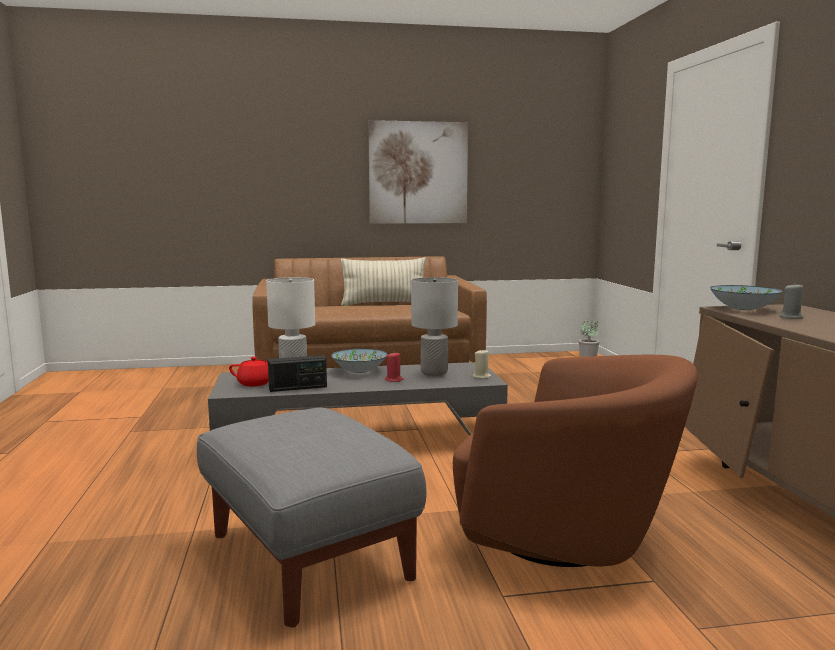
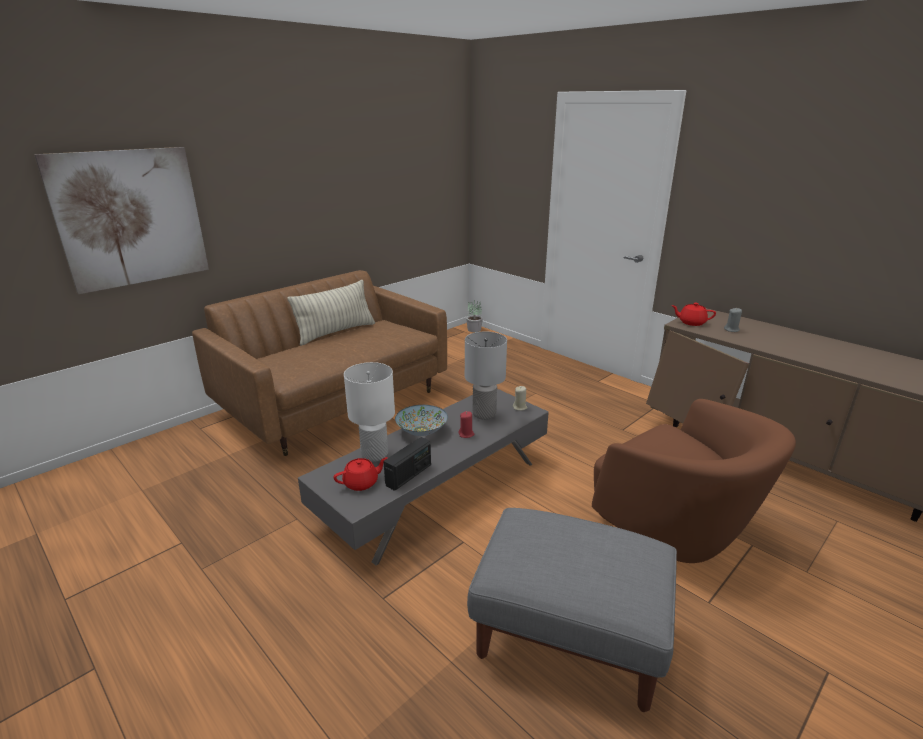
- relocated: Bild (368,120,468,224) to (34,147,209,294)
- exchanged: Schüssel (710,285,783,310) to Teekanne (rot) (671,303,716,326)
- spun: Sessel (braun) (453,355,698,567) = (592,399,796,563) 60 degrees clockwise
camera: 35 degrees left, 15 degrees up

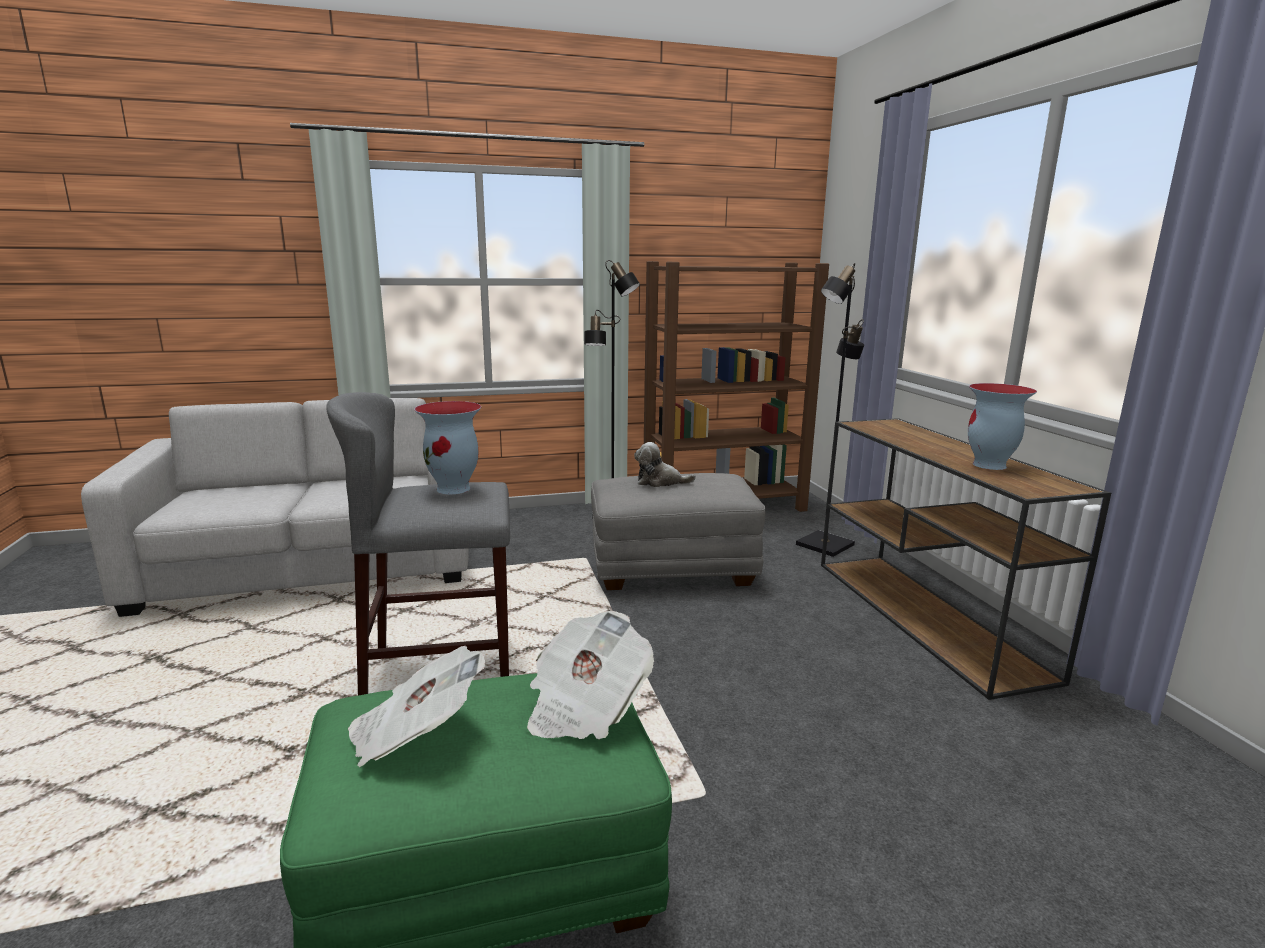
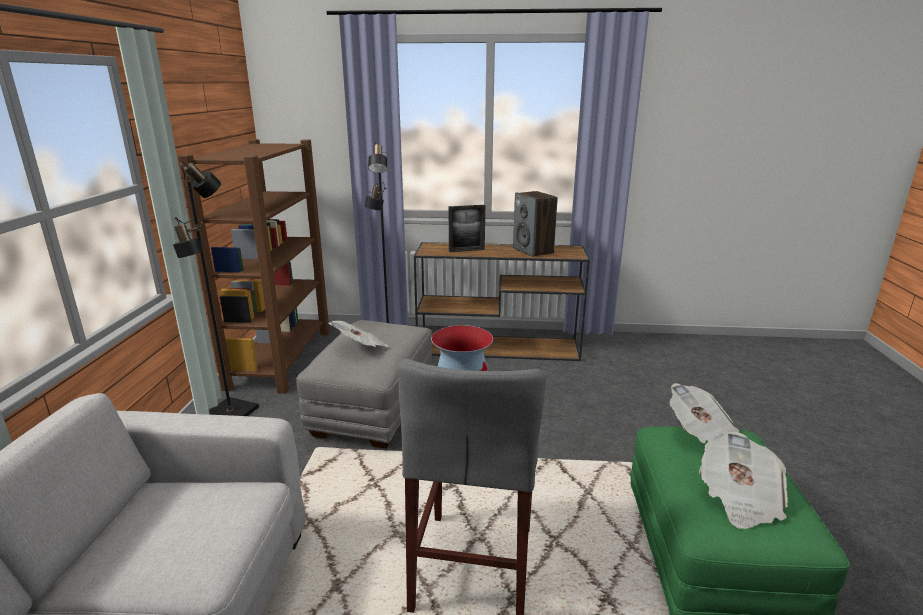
- exchanged: Vase (968,383,1037,470) to Lautsprecher (513,191,558,257)
- exchanged: Plüschtier (634,442,696,487) to Zeitung (329,321,389,347)
- appeared: Bilderrahmen (448,205,485,252)
camera: 70 degrees left, 5 degrees up

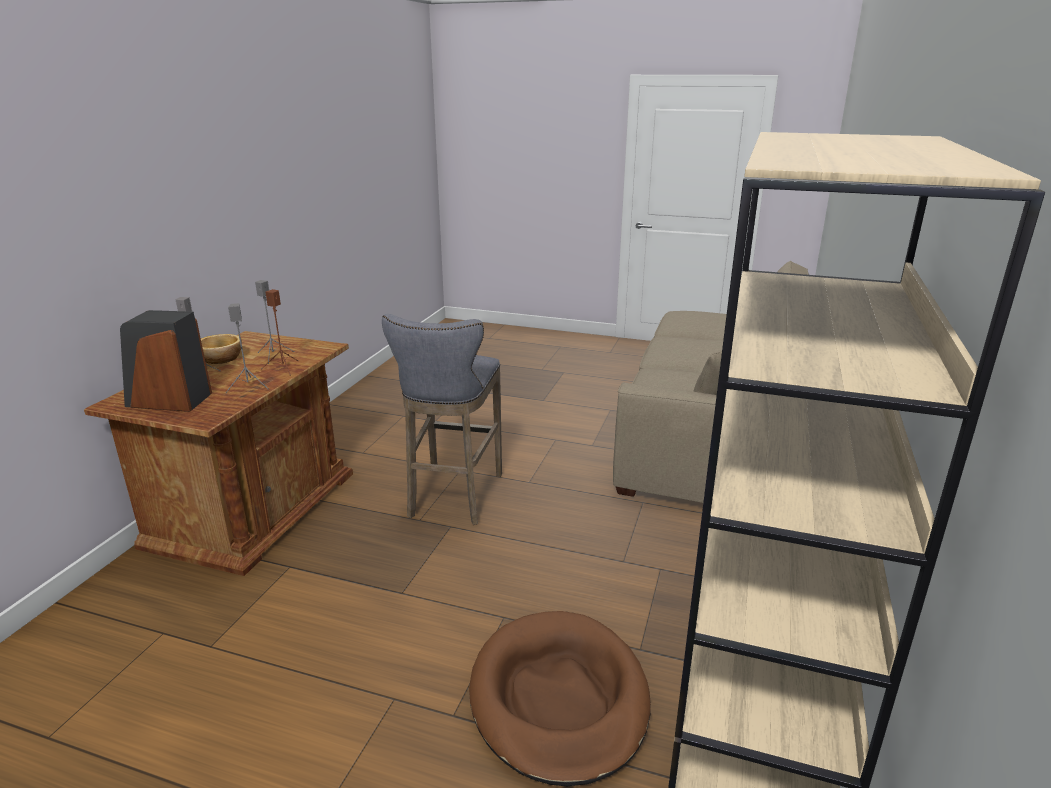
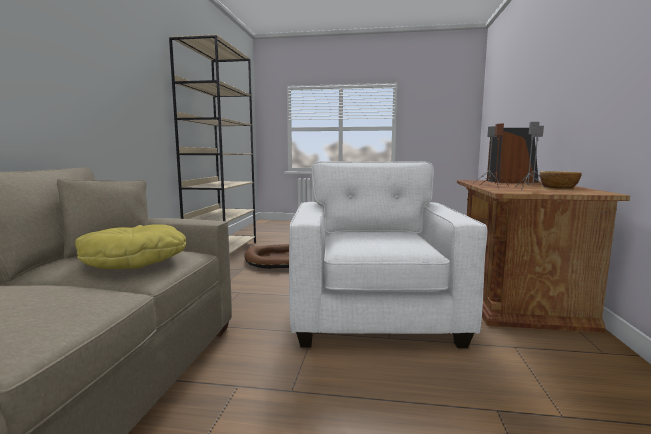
- exchanged: Hocker (grau) (382,314,502,525) to Sessel (weiß) (289,161,487,348)
- appeared: Kissen (gelb) (75,224,186,269)
camera: 170 degrees right, 15 degrees down

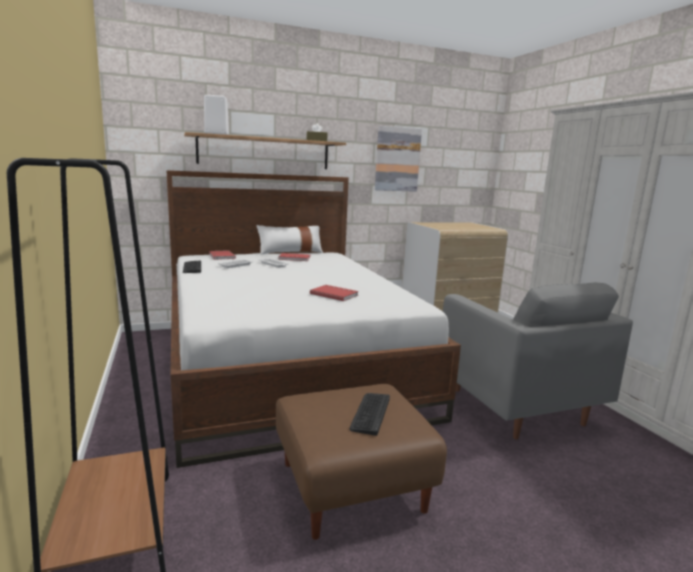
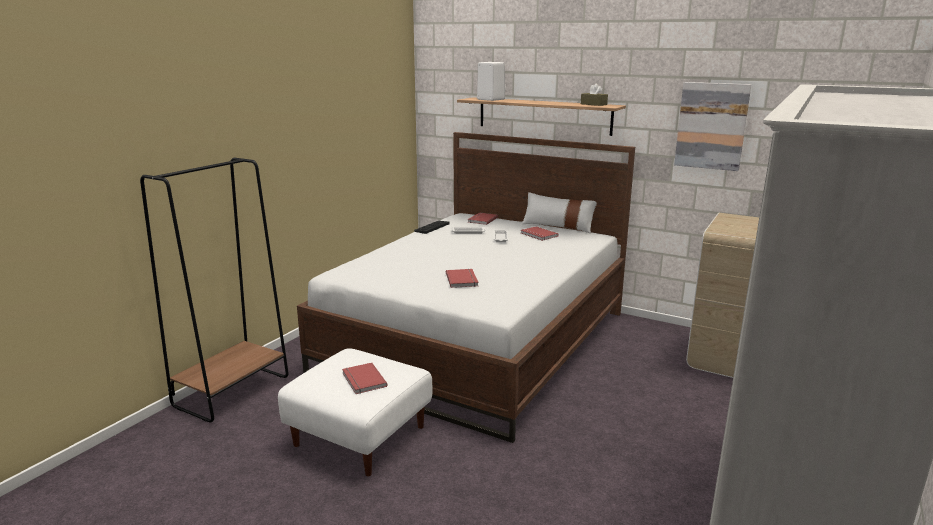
- missing: Sessel (grau) (443,283,633,440)
- colour: Polsterhocker (braun) (276,384,447,540) to Polsterhocker (weiß) (278,348,432,476)
- exchanged: Tastatur (350,393,390,436) to Buch (rot) (342,363,387,394)
camera: 50 degrees right, 5 degrees up

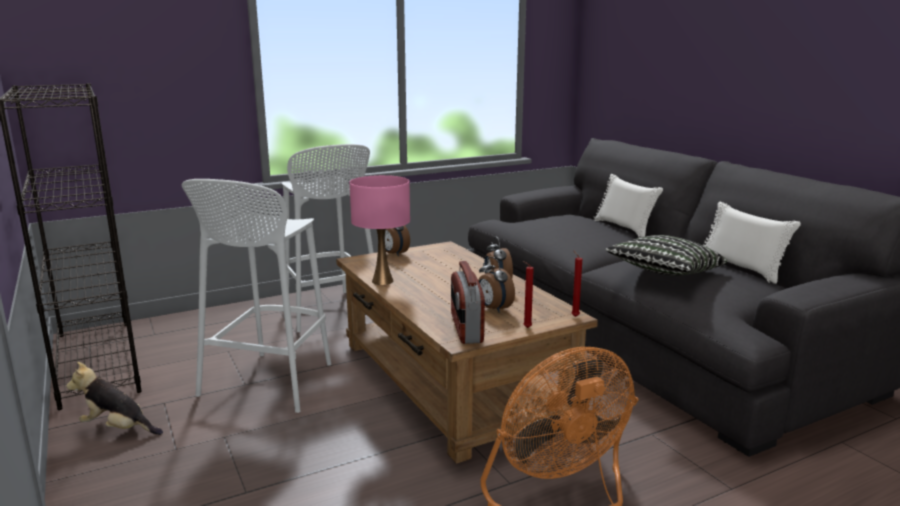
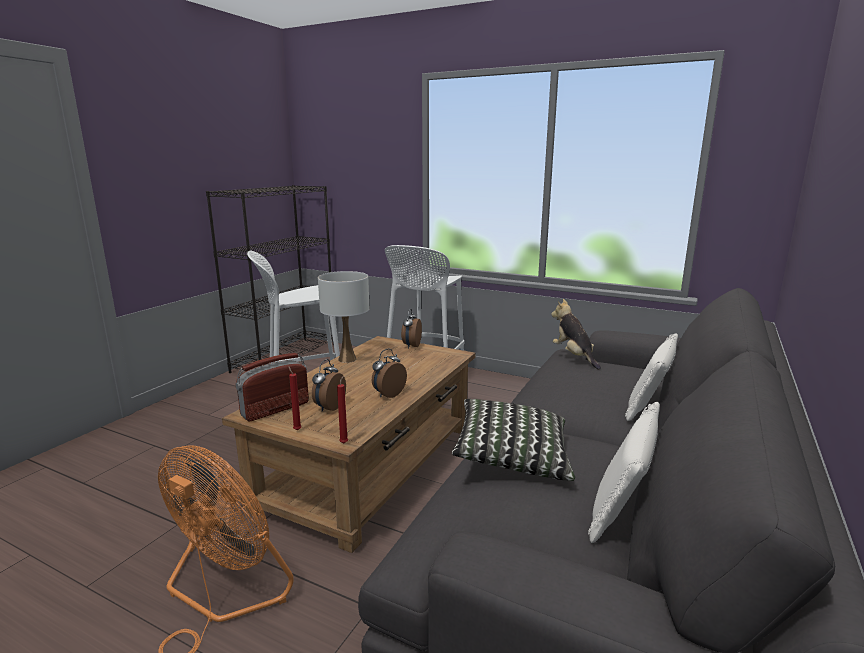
- colour: Tischlampe (rosa) (350,175,410,285) to Tischlampe (weiß) (318,271,369,363)
- relocated: Plüschtier (66,362,163,435) to (551,299,601,370)
camera: 55 degrees right, 0 degrees up

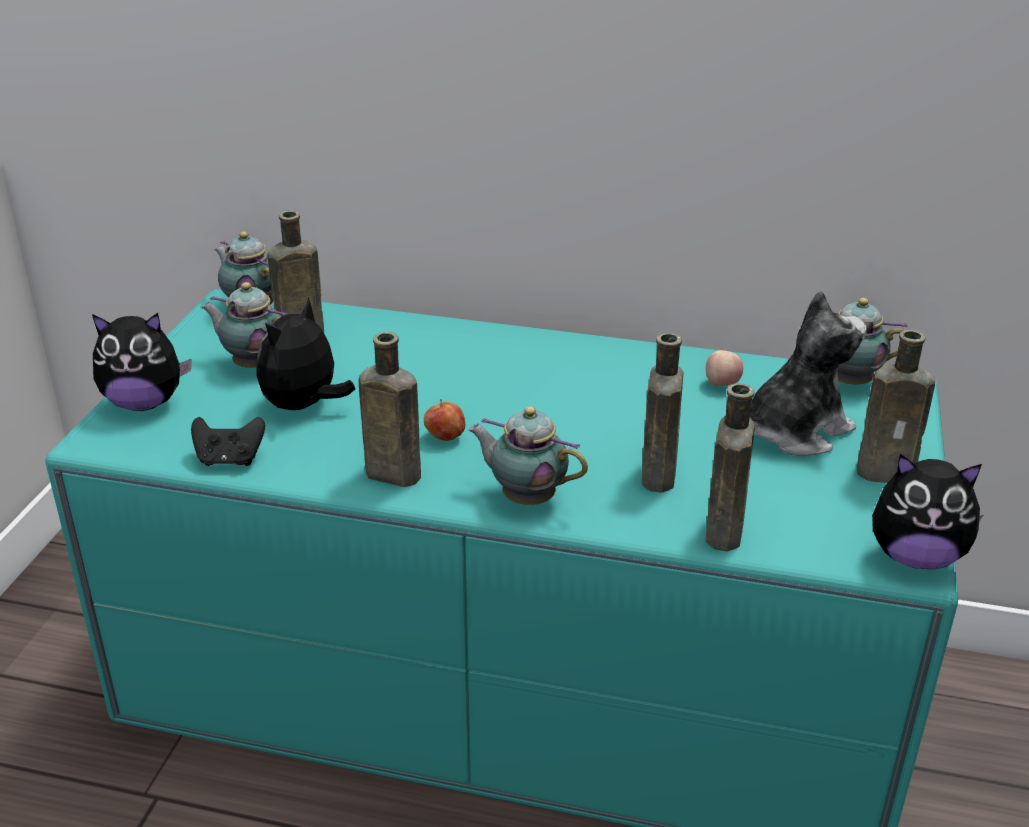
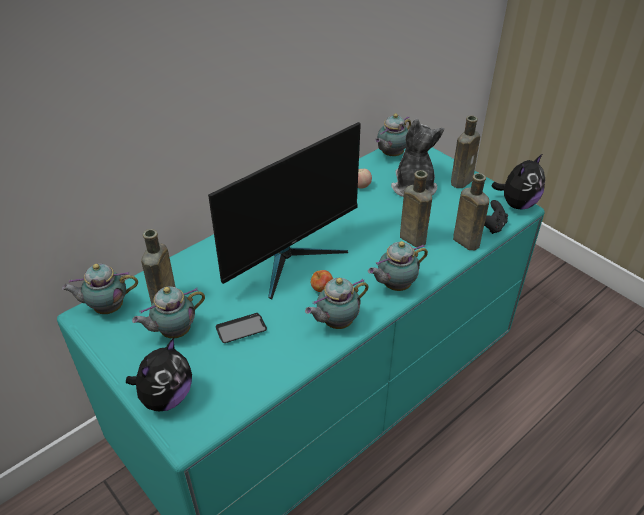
- exchanged: Plüschtier (256,298,355,410) to Handy (216,313,267,343)
- exchanged: Flasche (braun) (359,332,421,487) to Teekanne (305,278,368,329)
- relocated: Gamepad (schwarz) (191,417,265,466) to (484,200,508,234)
- appeared: Monitor (208,122,361,299)
camera: 55 degrees left, 10 degrees up

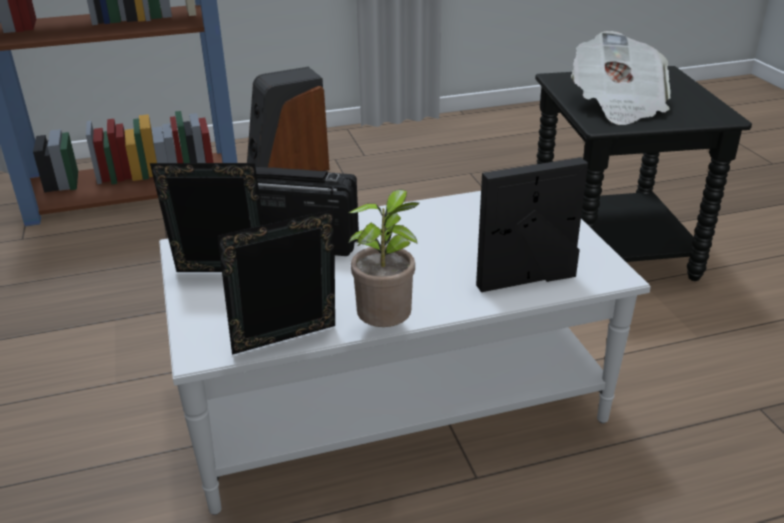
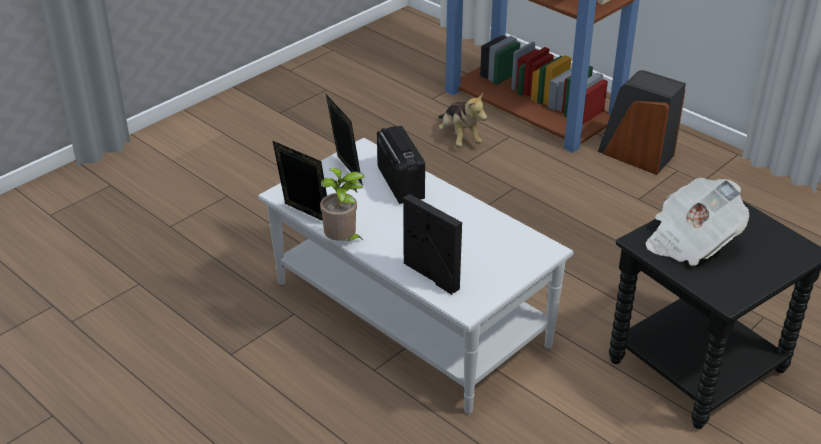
- appeared: Plüschtier (438,92,487,146)
camera: 60 degrees right, 5 degrees up

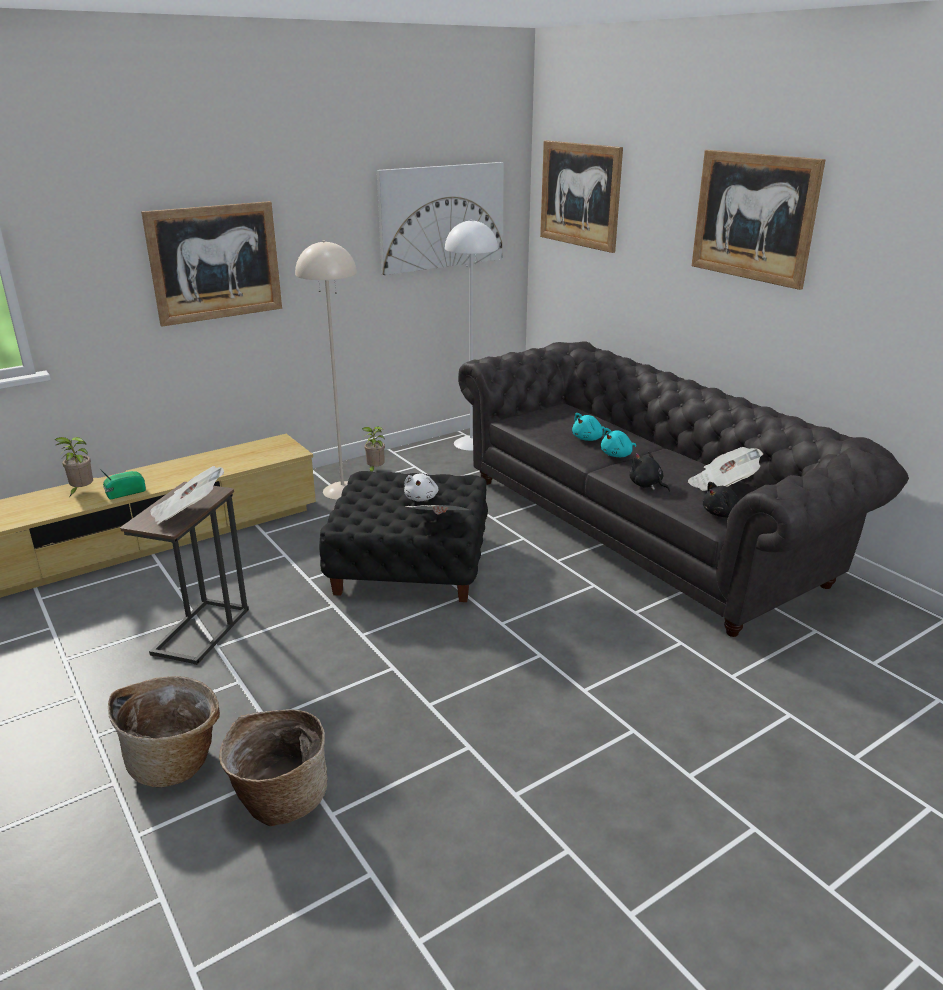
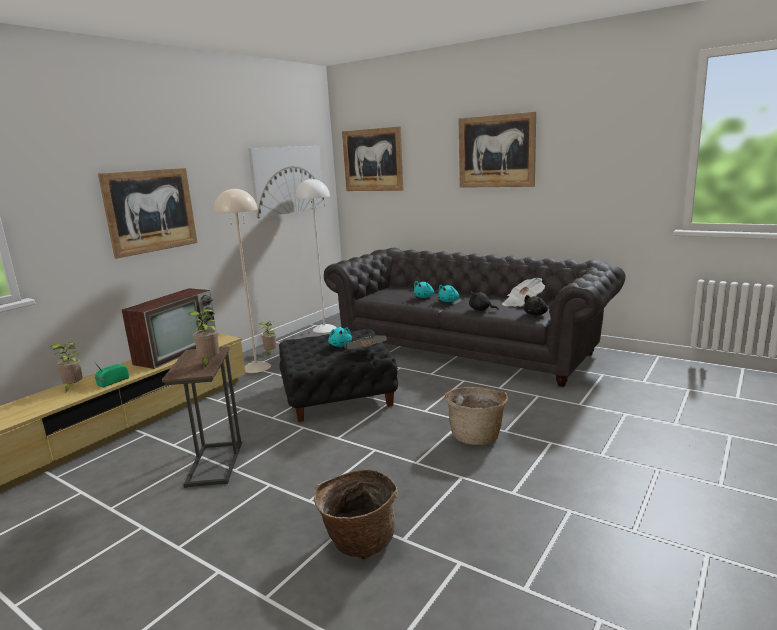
- exchanged: Zeitung (150,466,224,525) to Topfpflanze (188,309,219,367)
- colour: Plüschtier (weiß) (404,473,438,501) to Plüschtier (türkis) (328,327,352,347)
- relocated: Korb (108,676,220,787) to (445,387,508,445)
- appeared: Fernseher (122,288,215,369)
camera: 20 degrees left, 10 degrees down

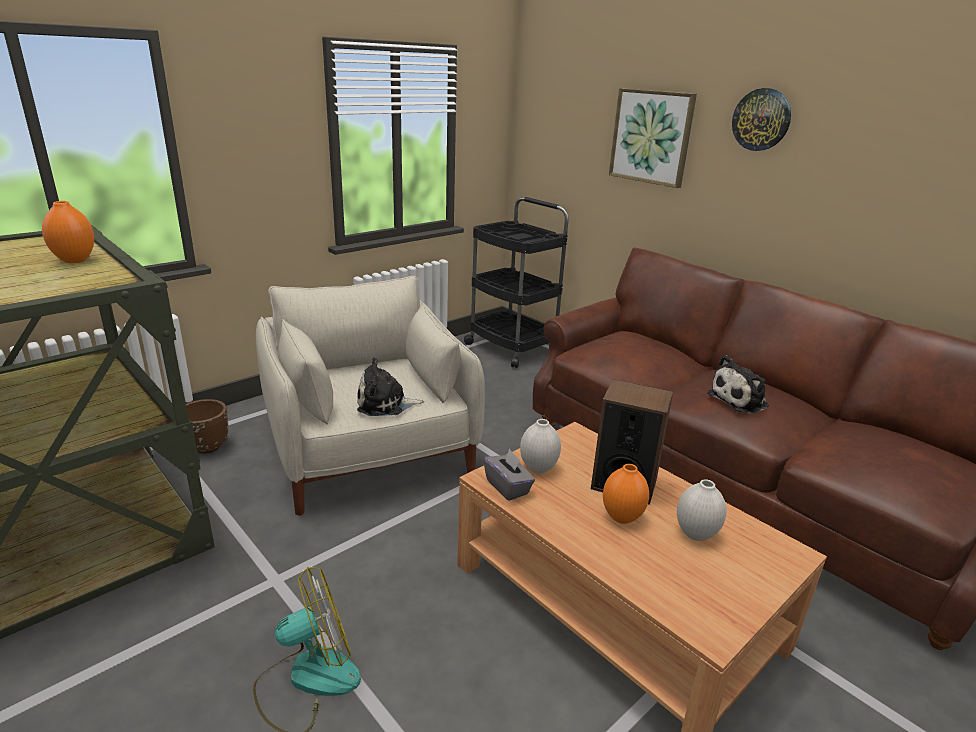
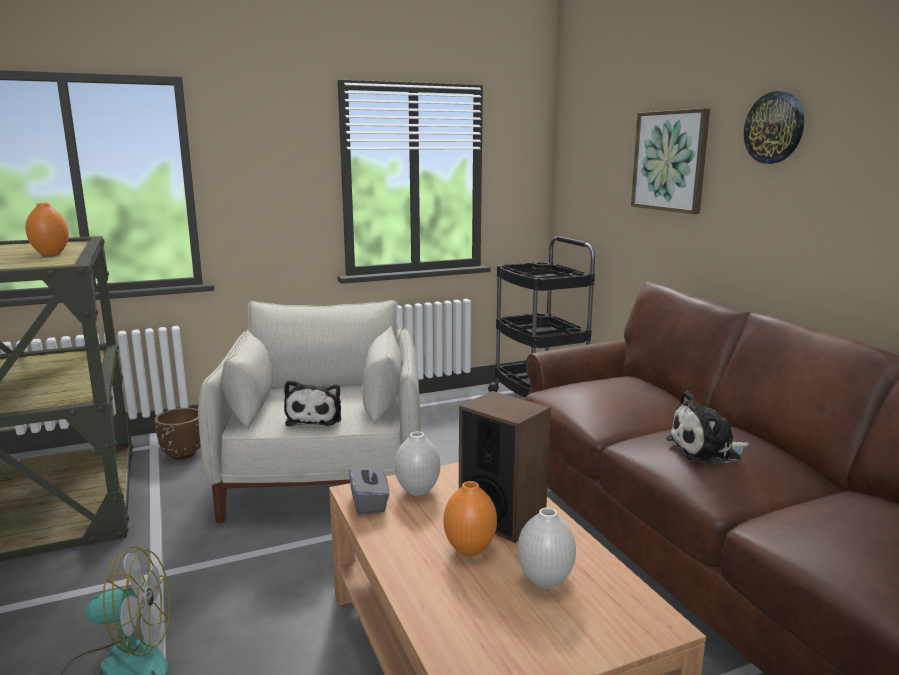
- spun: Plüschtier (357,357,424,416) = (284,380,341,426) 105 degrees counterclockwise
camera: 20 degrees right, 10 degrees down

